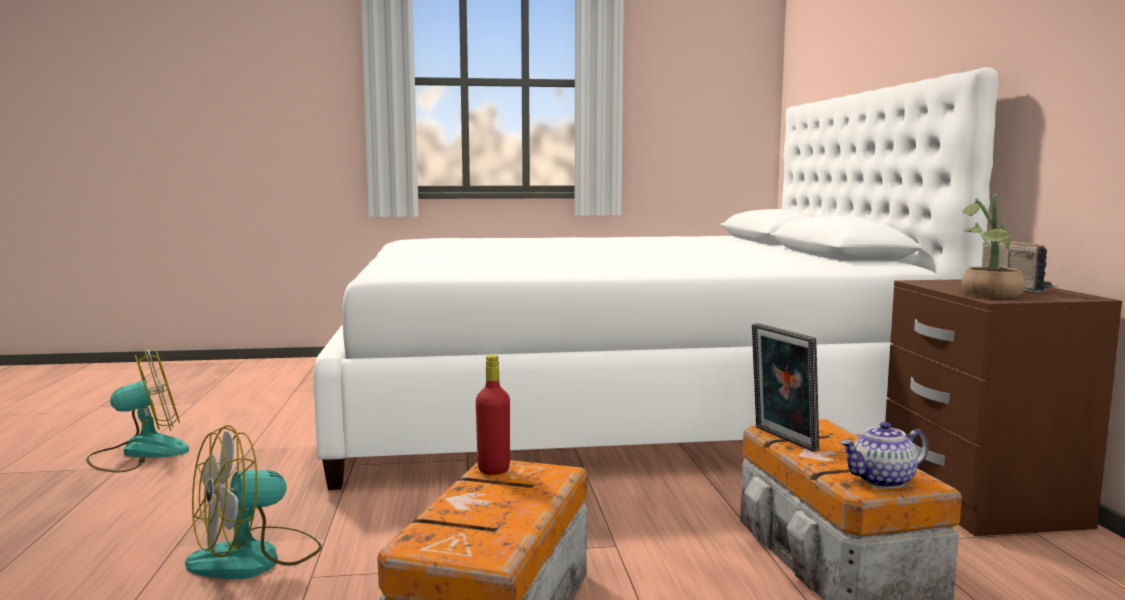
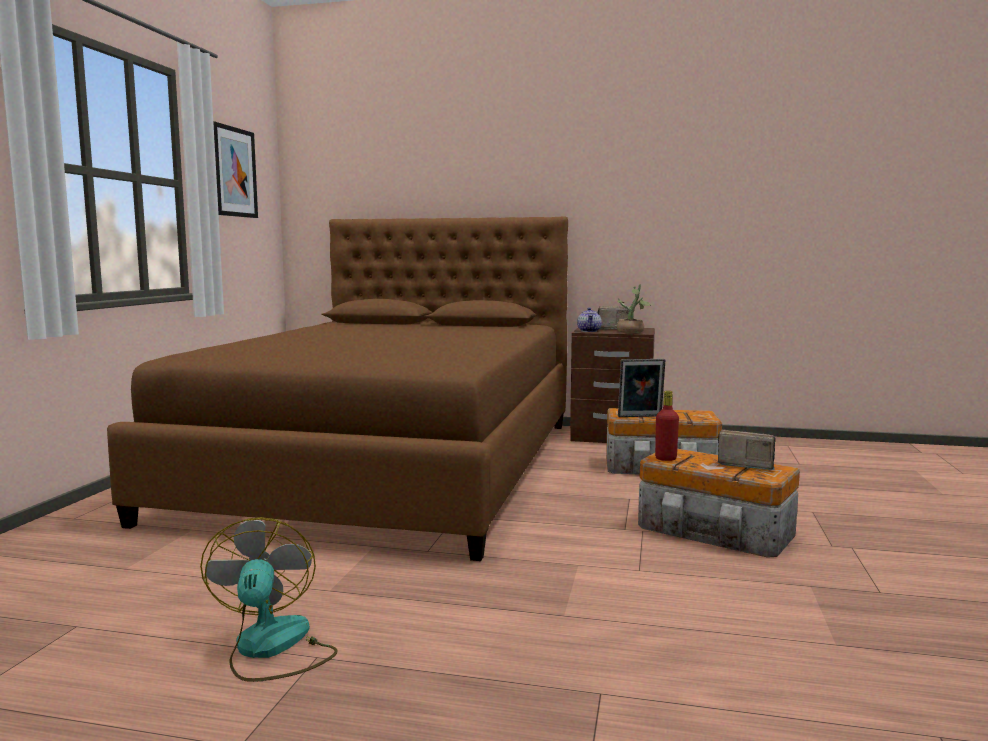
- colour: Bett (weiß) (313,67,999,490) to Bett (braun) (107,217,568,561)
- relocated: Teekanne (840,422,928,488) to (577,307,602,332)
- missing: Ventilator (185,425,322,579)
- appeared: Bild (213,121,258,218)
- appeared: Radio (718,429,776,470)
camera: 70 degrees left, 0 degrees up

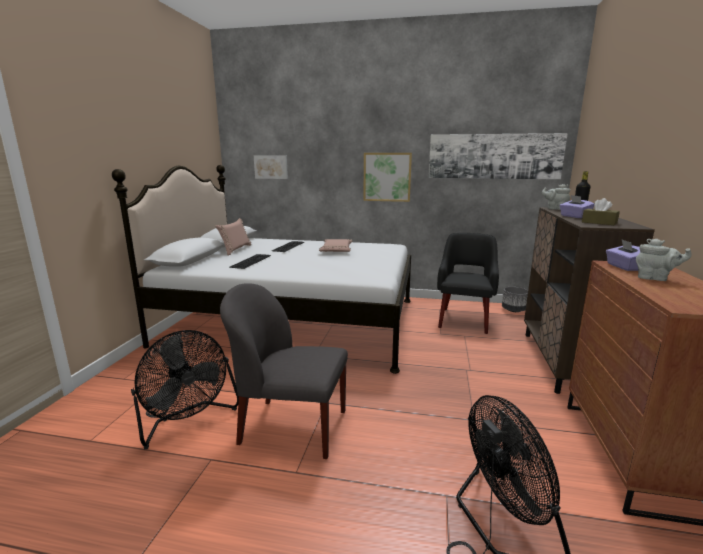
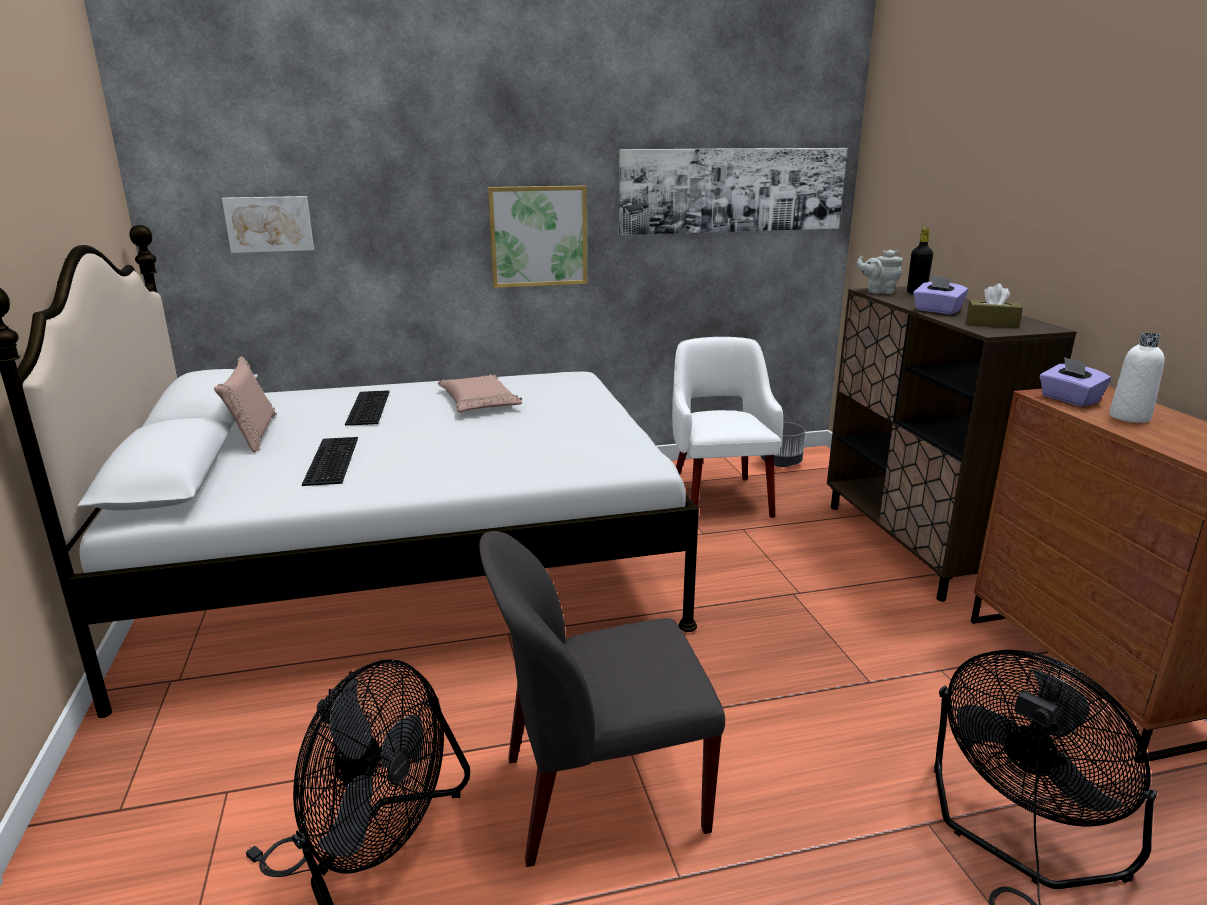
- colour: Sessel (schwarz) (437,233,499,334) to Sessel (weiß) (672,337,783,518)
- exchanged: Teekanne (grau) (636,239,692,281) to Flasche (weiß) (1109,333,1164,423)
camera: 25 degrees left, 5 degrees up

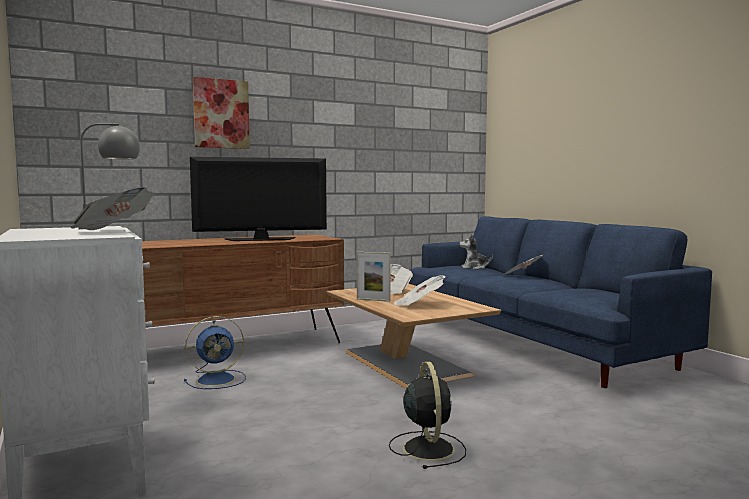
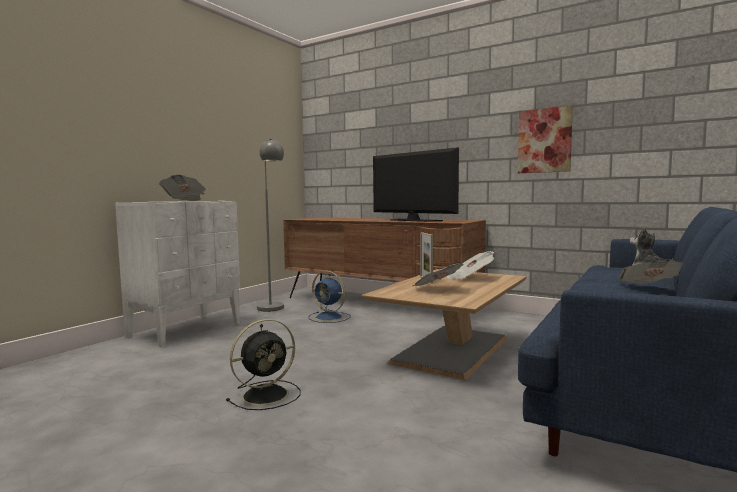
- relocated: Bild (193,77,250,149) to (518,106,573,173)
camera: 60 degrees right, 0 degrees up

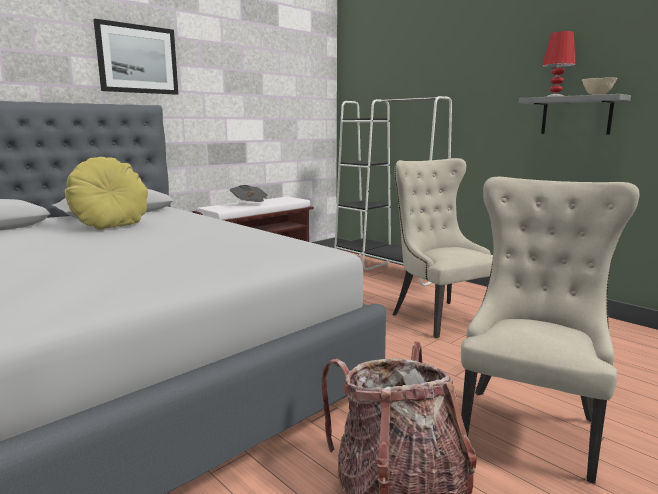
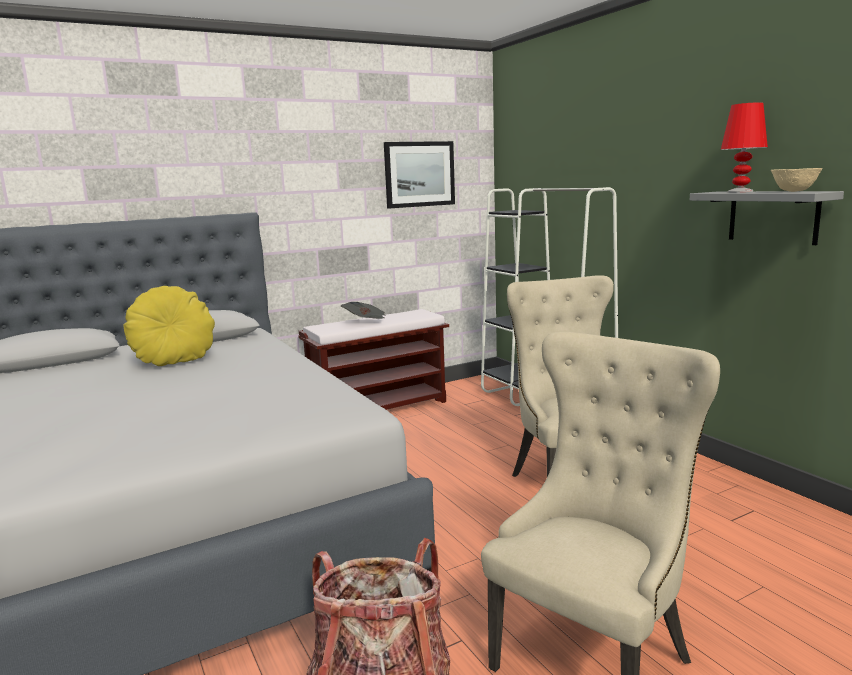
- relocated: Bild (93,19,178,95) to (384,141,455,208)
camera: 15 degrees right, 0 degrees up

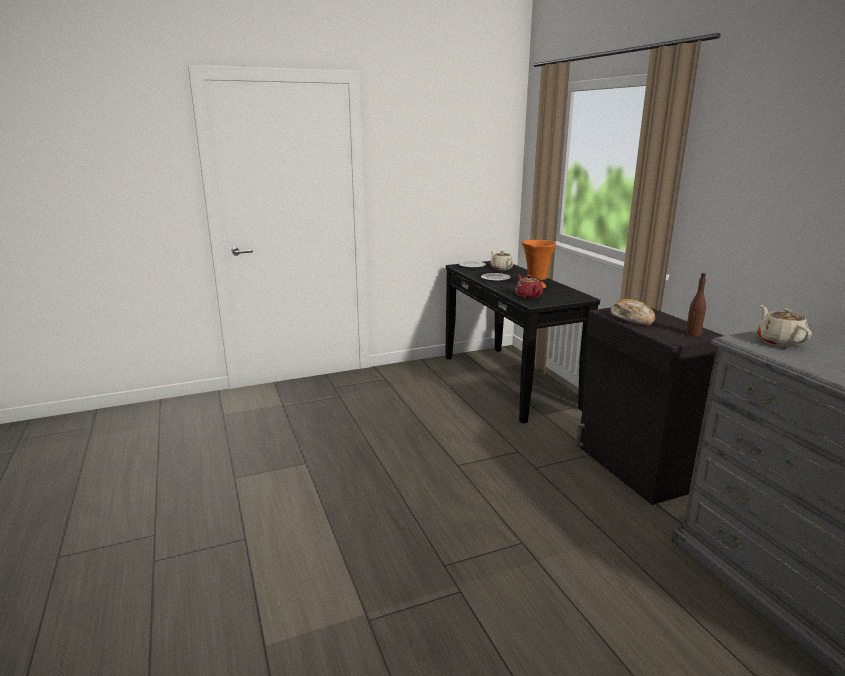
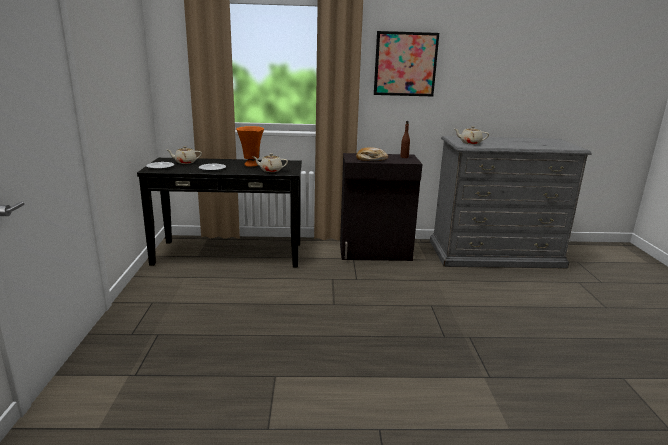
- colour: Teekanne (rot) (515,274,543,299) to Teekanne (beige) (253,153,288,172)
- appeared: Bild (374,31,439,96)
camera: 70 degrees left, 0 degrees up

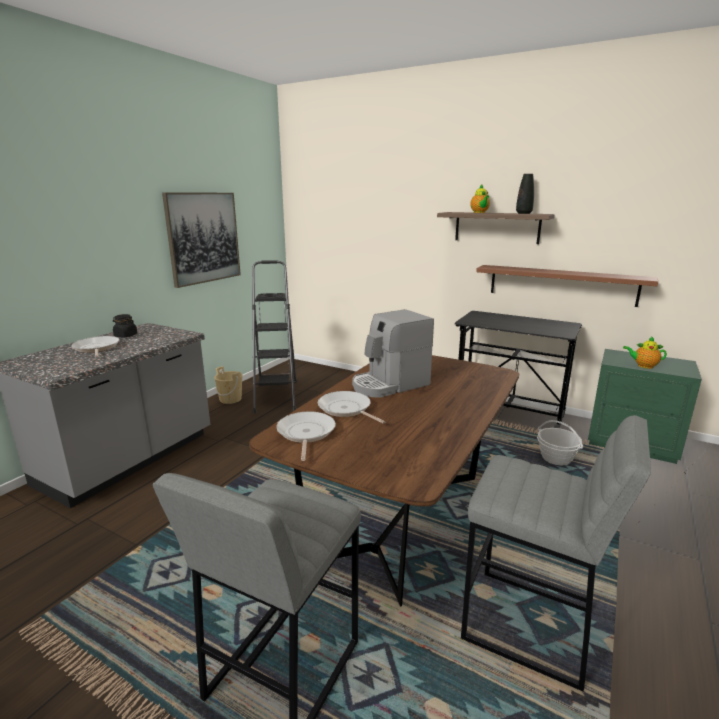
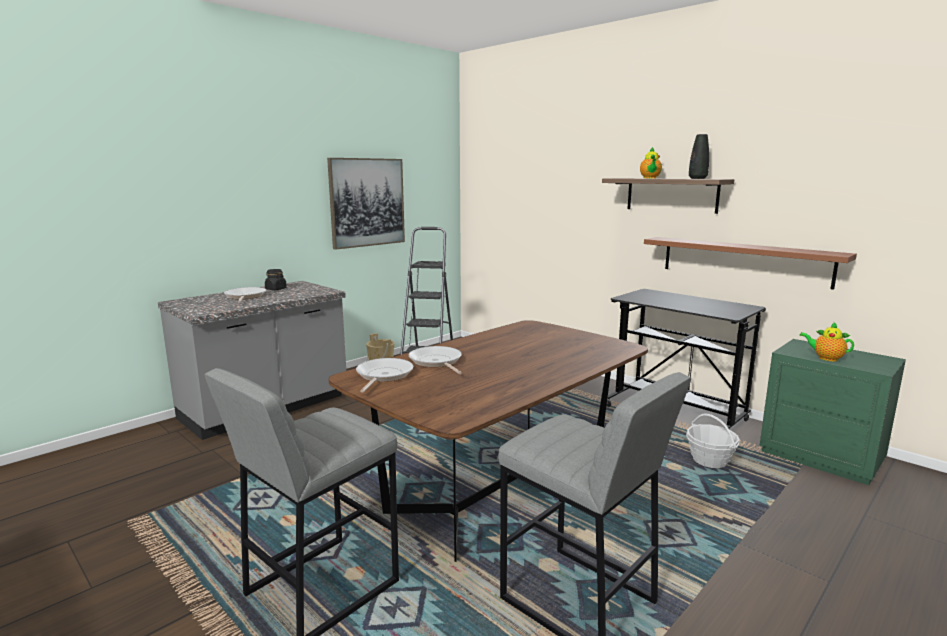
- missing: Kaffeemaschine (352,309,434,398)
camera: 15 degrees right, 5 degrees down

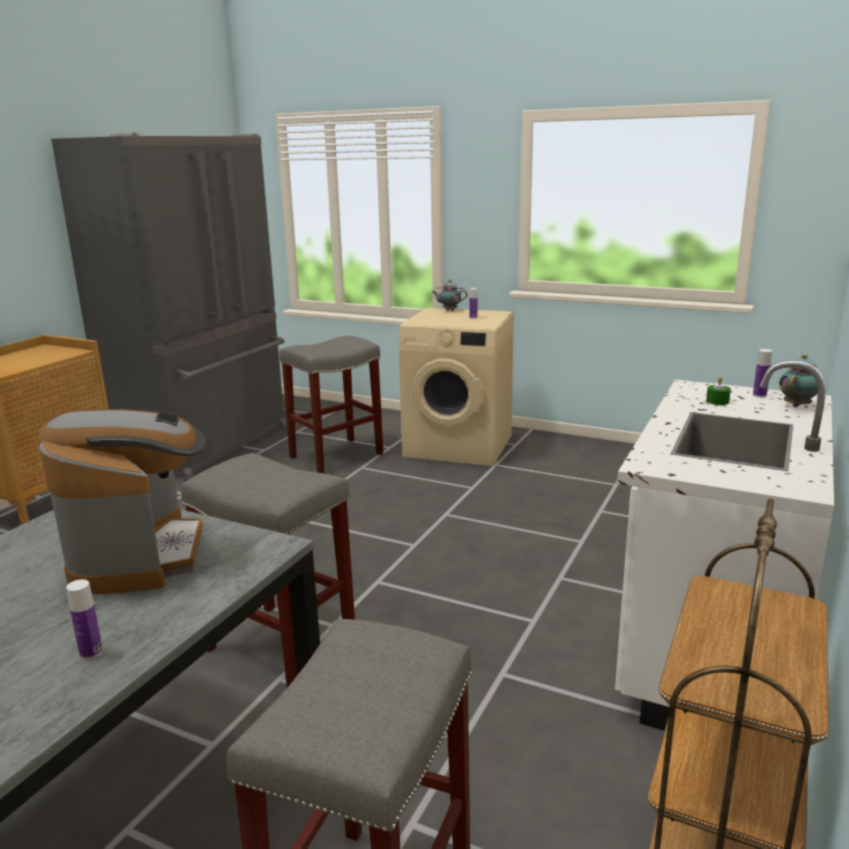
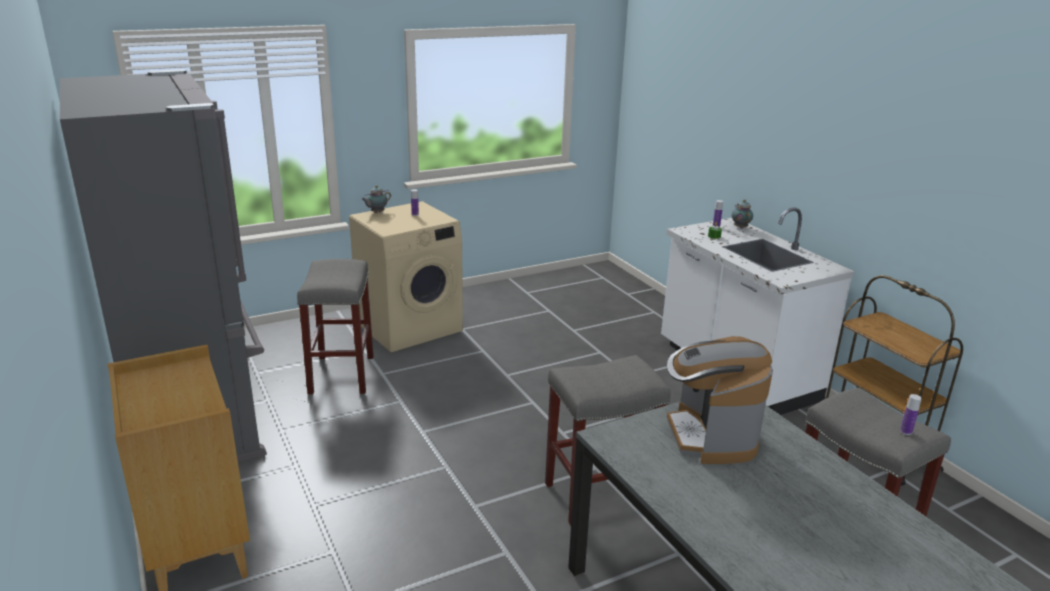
- spun: Kaffeemaschine (38,409,206,595) = (667,336,773,464) 120 degrees counterclockwise
- relocated: Flasche (66,579,103,660) to (900,394,922,435)
camera: 55 degrees left, 5 degrees up

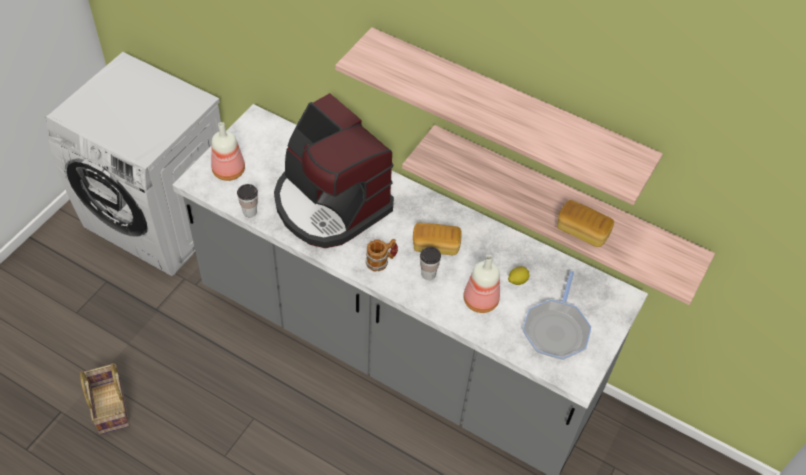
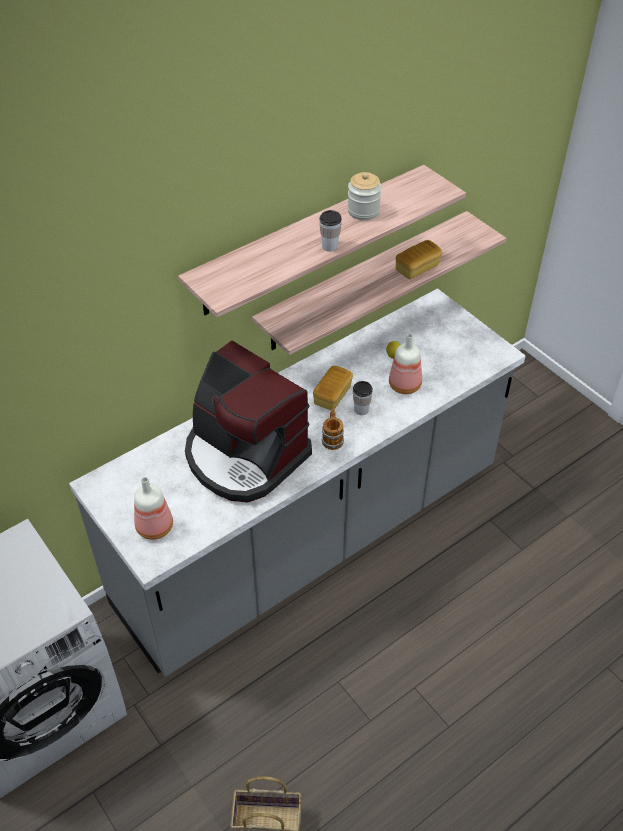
- spun: Kaffeemaschine (274,93,394,248) = (185,341,312,502) 60 degrees clockwise
- relocated: Tasse (237,184,258,217) to (319,210,342,252)
- missing: Pfanne (523,271,591,360)
- appeared: Vorratsglas (347,172,382,220)
camera: 65 degrees left, 5 degrees down

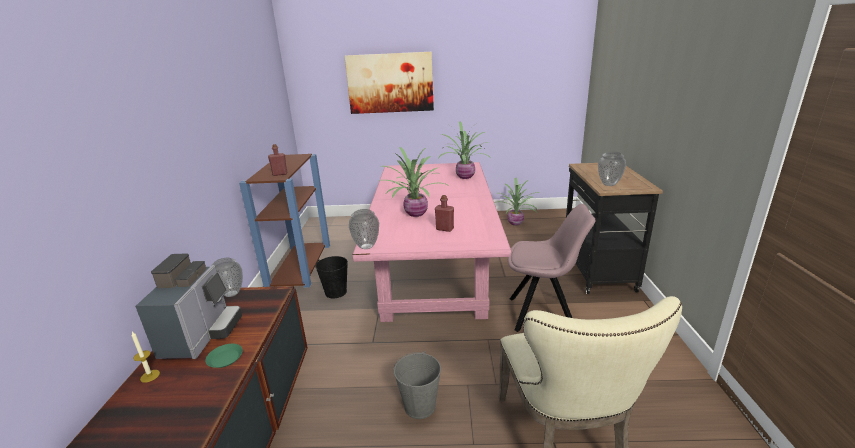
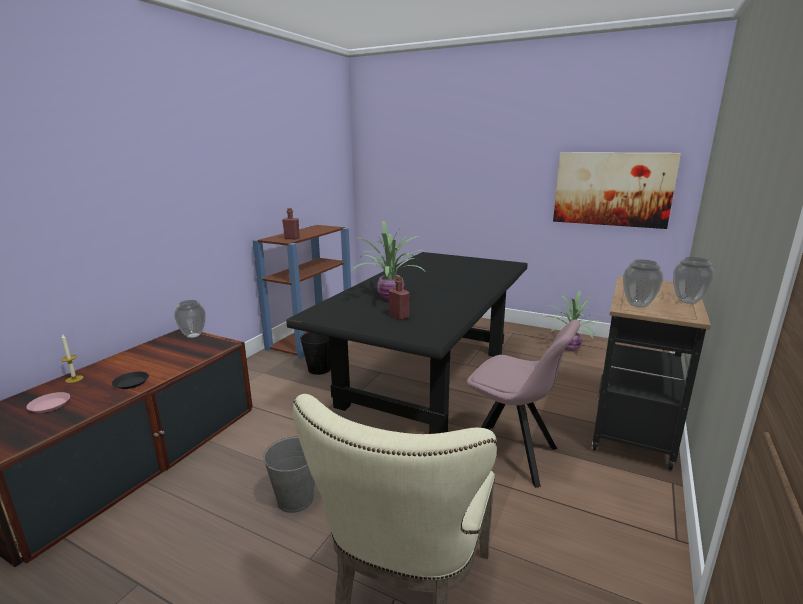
- relocated: Bild (344,52,434,114) to (553,152,681,229)
- missing: Topfpflanze (439,121,490,179)
- colour: Esstisch (rosa) (352,162,511,322) to Esstisch (schwarz) (286,252,528,434)
- relocated: Vase (349,209,379,249) to (673,257,714,304)
- missing: Kaffeemaschine (135,253,242,359)
- colour: Teller (grün) (205,344,243,368) to Teller (schwarz) (112,372,149,389)
- appeared: Teller (rosa) (27,392,70,413)
camera: 25 degrees right, 5 degrees down

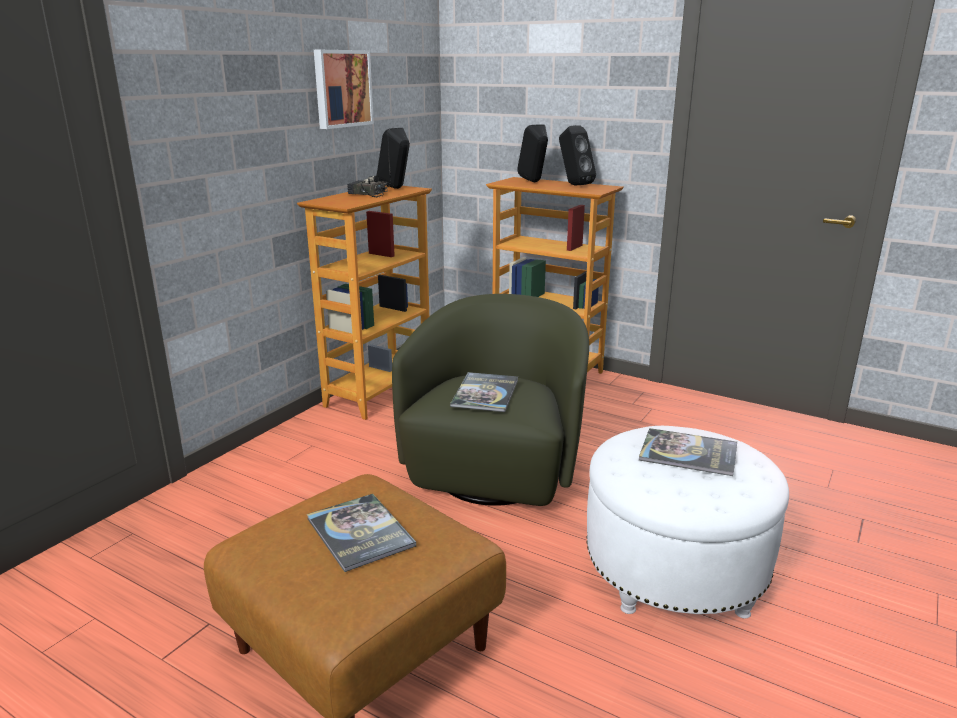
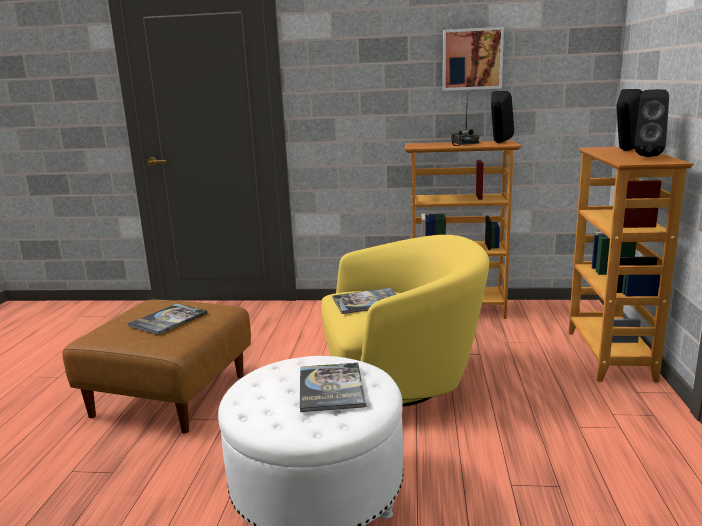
- colour: Sessel (grün) (392,294,589,506) to Sessel (gelb) (321,235,489,407)
camera: 65 degrees right, 5 degrees down

